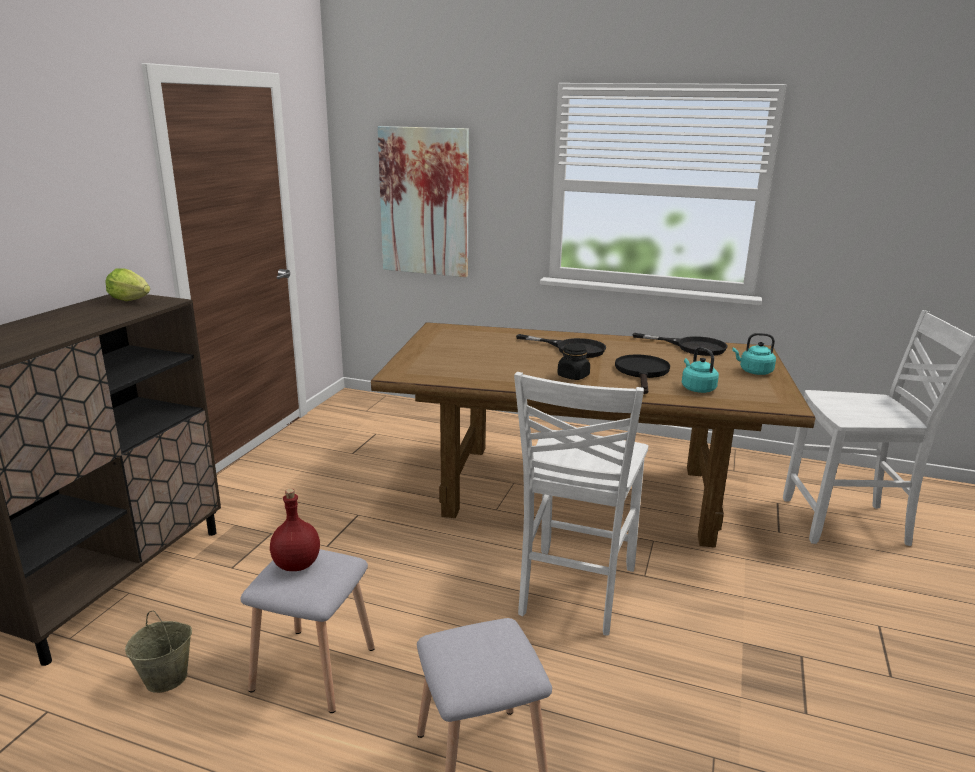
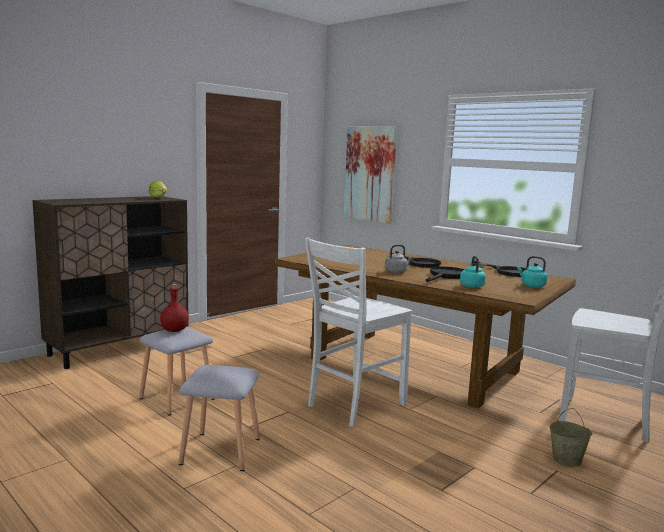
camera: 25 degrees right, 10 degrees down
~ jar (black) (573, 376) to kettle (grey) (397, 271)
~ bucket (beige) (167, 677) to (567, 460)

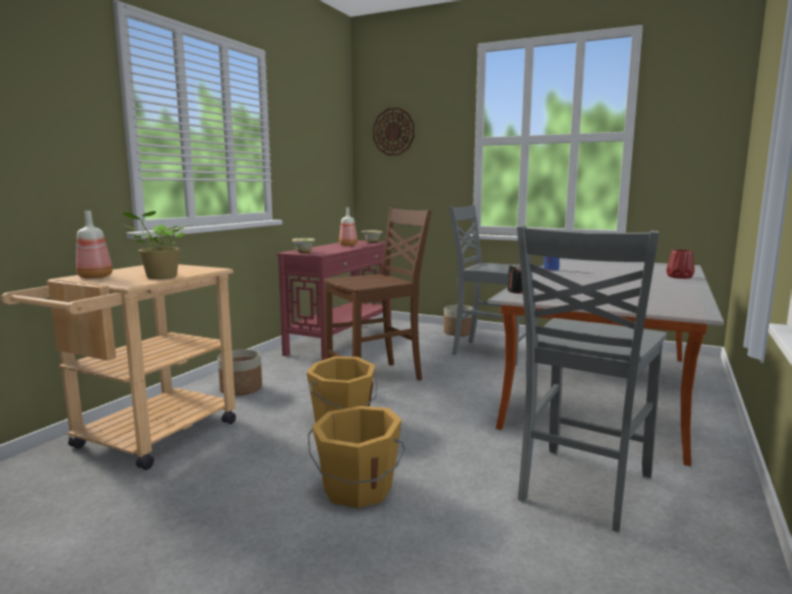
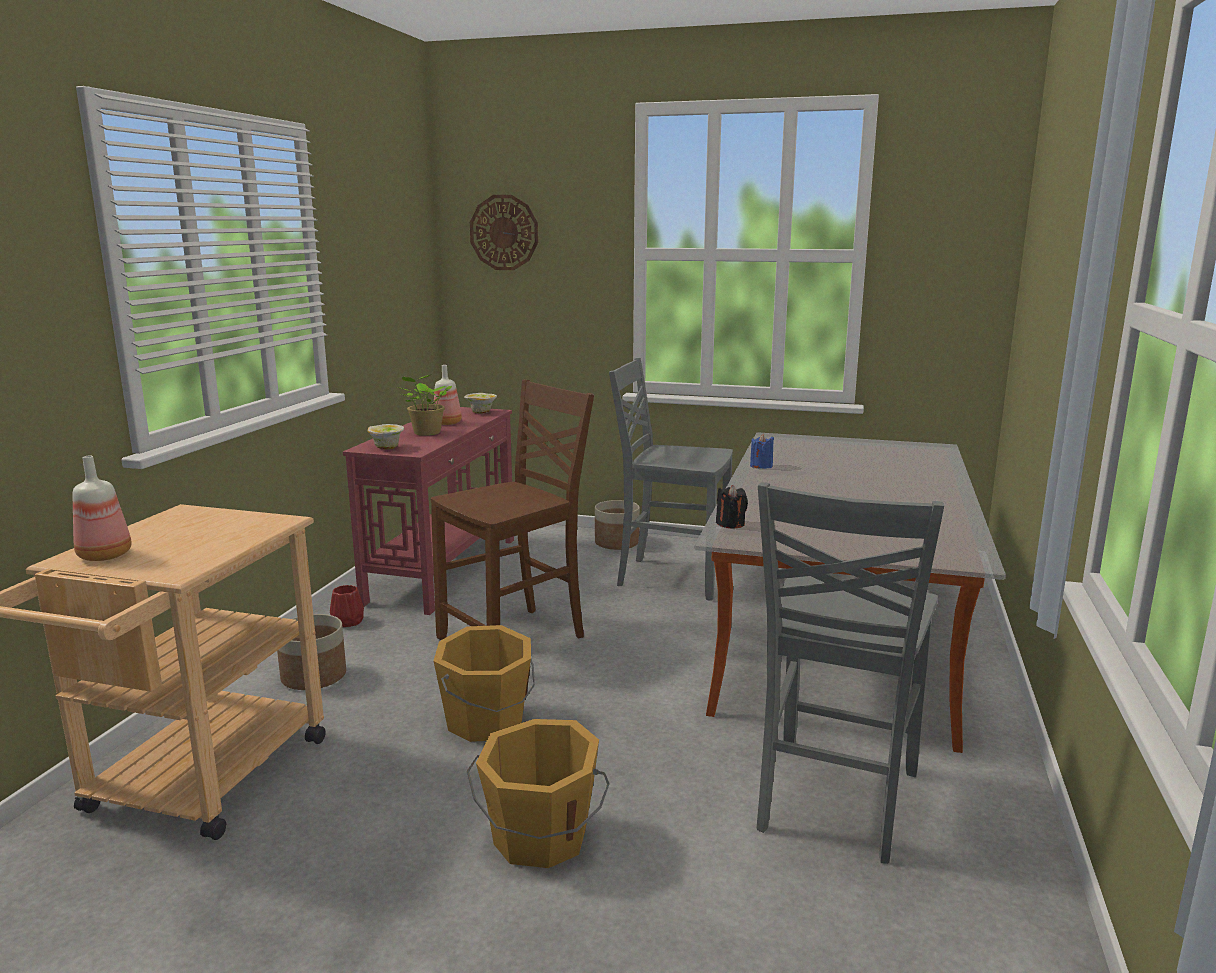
camera: 10 degrees left, 5 degrees up
~ vase (red) (680, 277) to (349, 622)
~ potted plant (159, 277) to (426, 433)

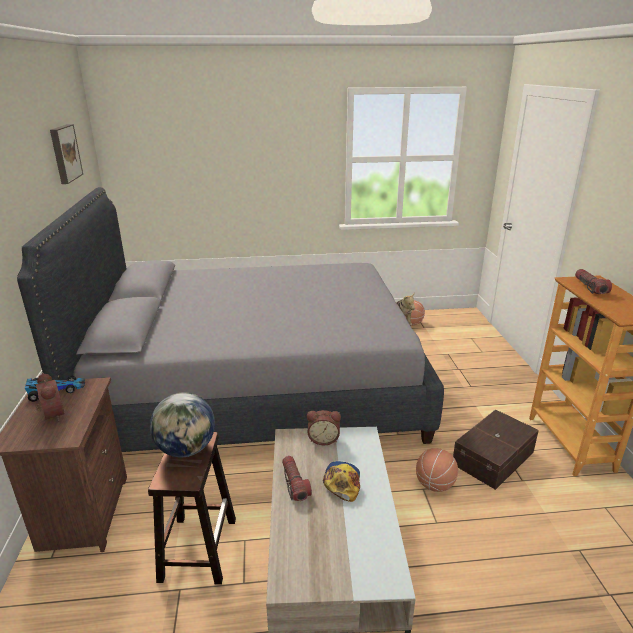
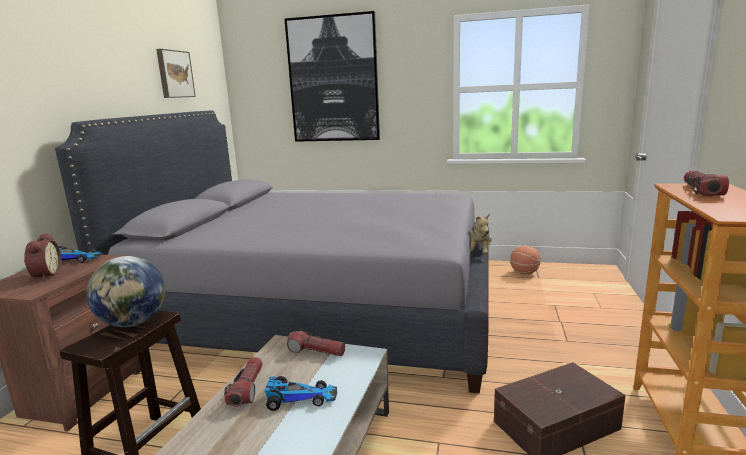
camera: 20 degrees right, 10 degrees down
~ cap (342, 482) to toy car (300, 397)
+ picture (333, 80)
~ alarm clock (323, 439) to flashlight (316, 351)
- basketball (435, 484)

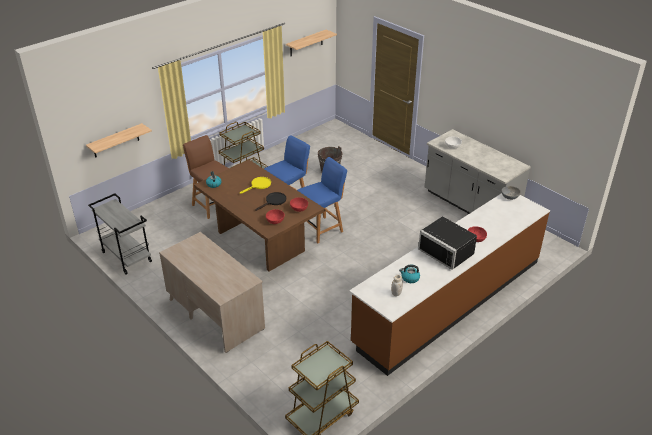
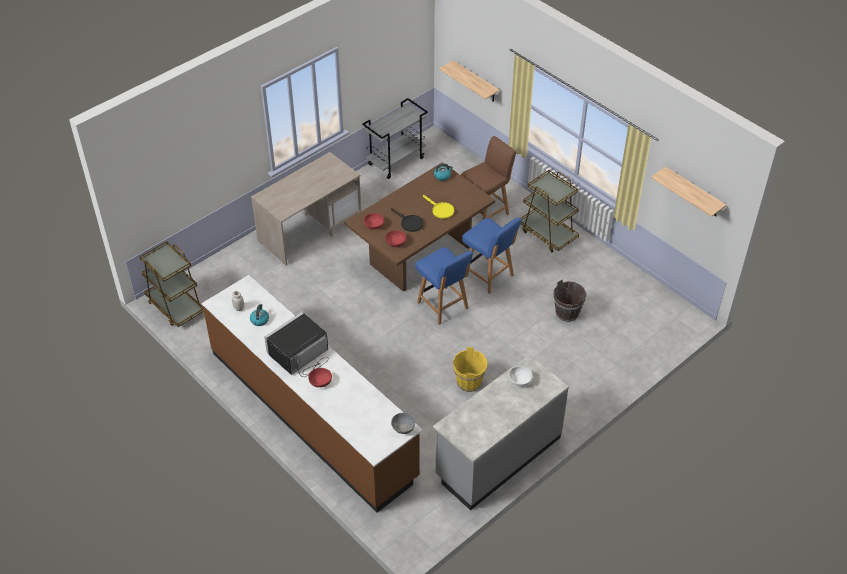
camera: 90 degrees right, 10 degrees up
+ bucket (yellow) (469, 382)

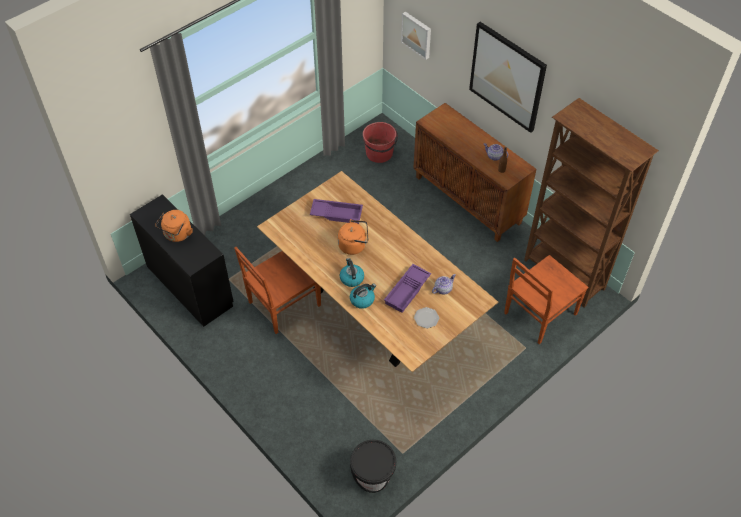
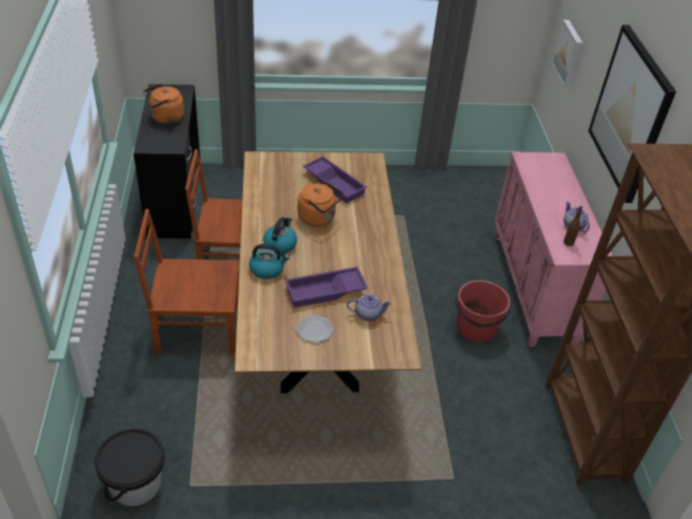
camera: 35 degrees right, 10 degrees down
~ chair (brown) (539, 314) to (196, 329)
~ bucket (red) (379, 153) to (476, 328)
~ cabinet (brown) (468, 200) to cabinet (pink) (535, 288)

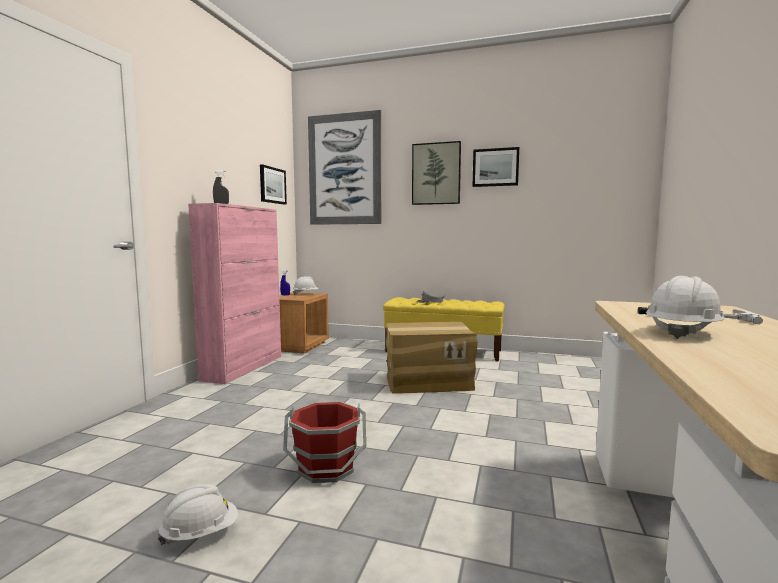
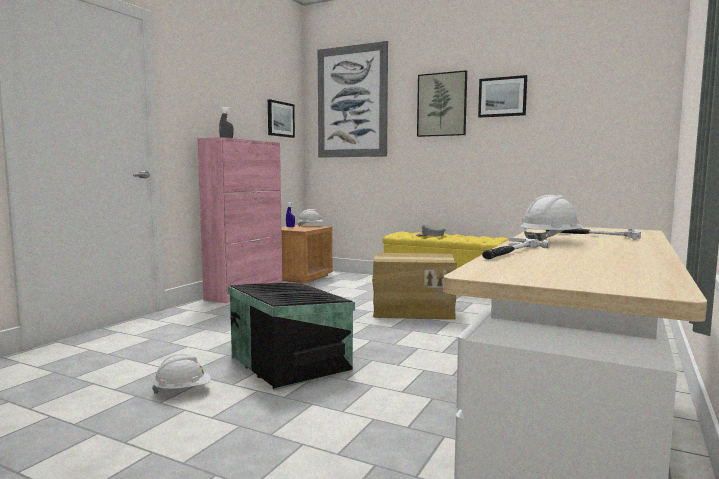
camera: 10 degrees right, 0 degrees up
~ bucket (red) (326, 468) to storage box (black) (291, 362)
+ hammer (511, 252)

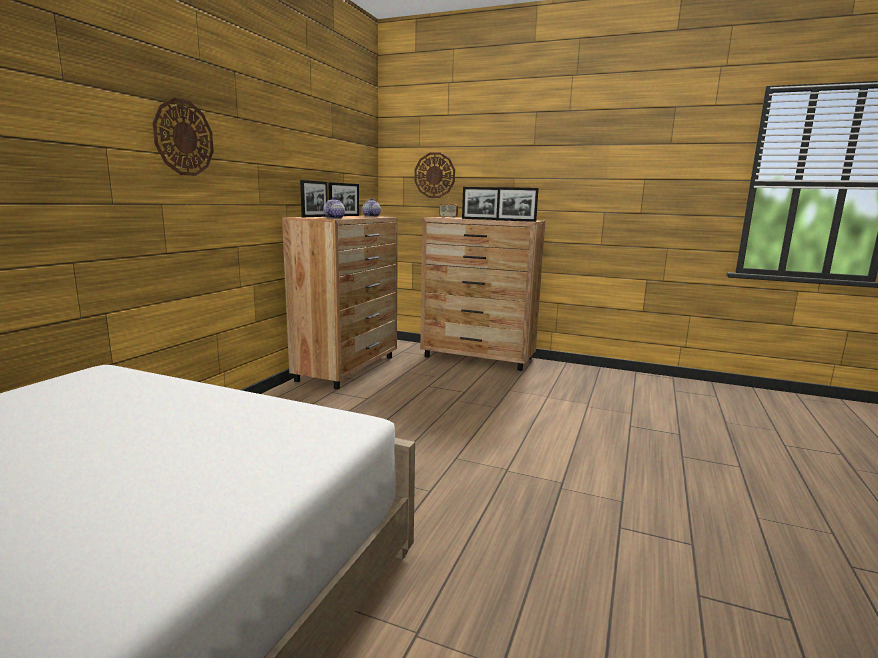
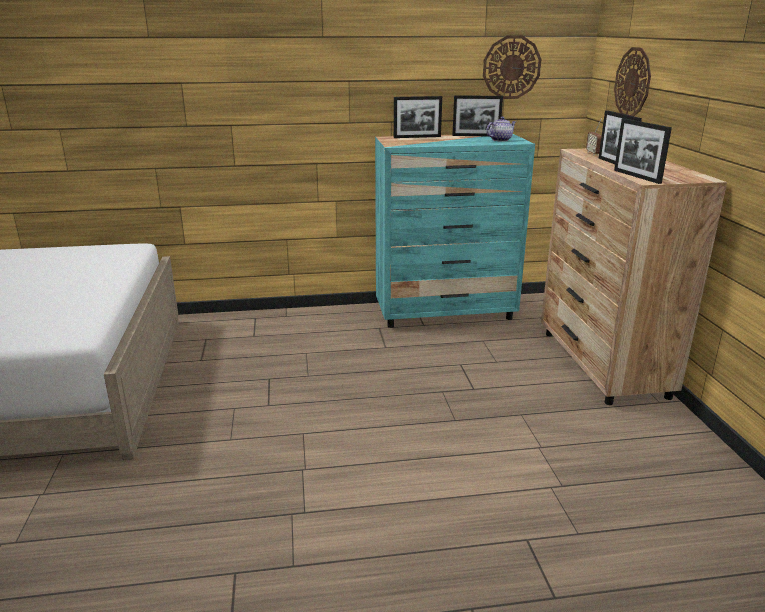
camera: 60 degrees right, 10 degrees up
~ dresser (brown) (348, 368) to dresser (turquoise) (446, 312)
~ wall clock (183, 138) to (511, 67)
- teapot (334, 218)

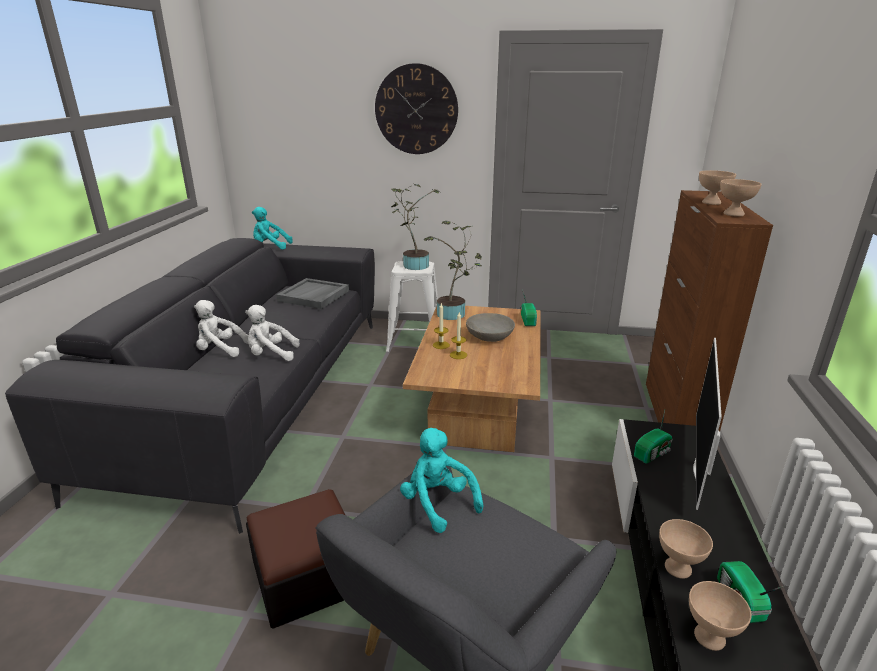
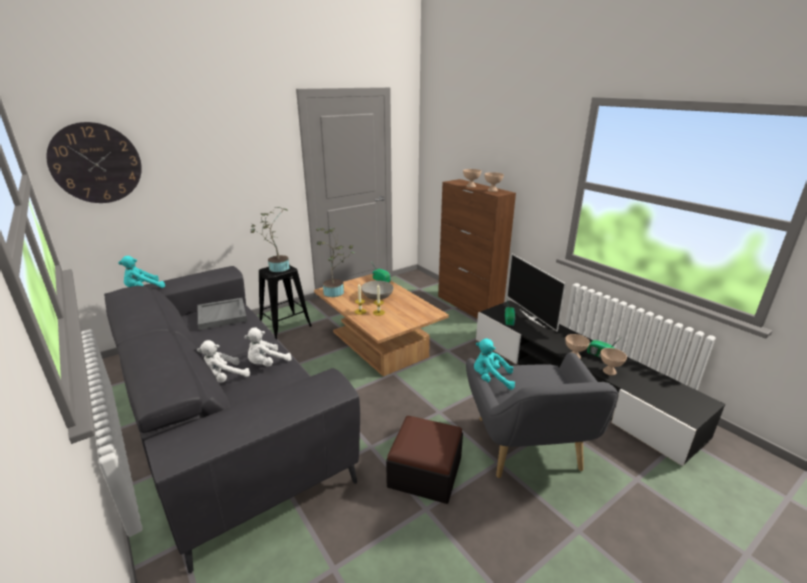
camera: 45 degrees left, 0 degrees up
~ wall clock (416, 110) to (96, 163)
~ stool (white) (414, 342) to stool (black) (285, 326)

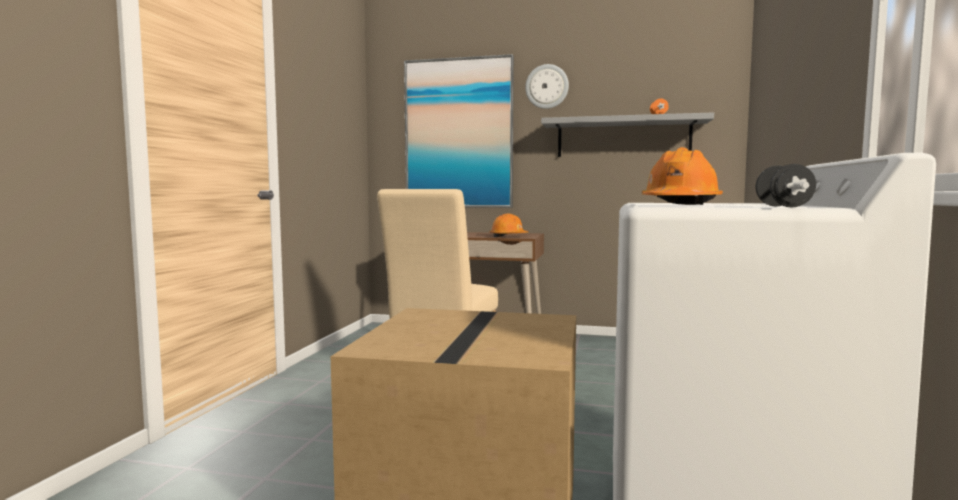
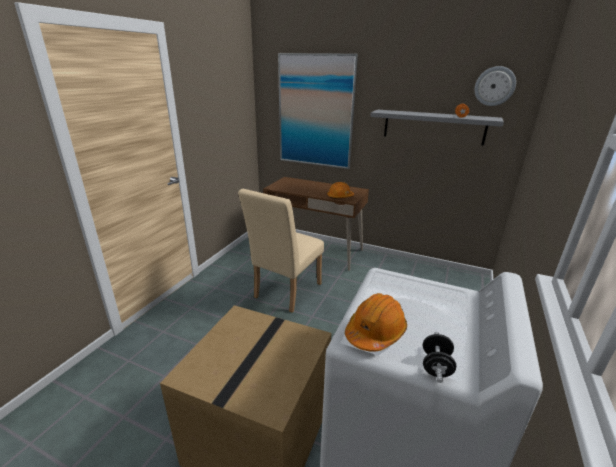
camera: 10 degrees right, 20 degrees up
~ wall clock (547, 86) to (494, 86)

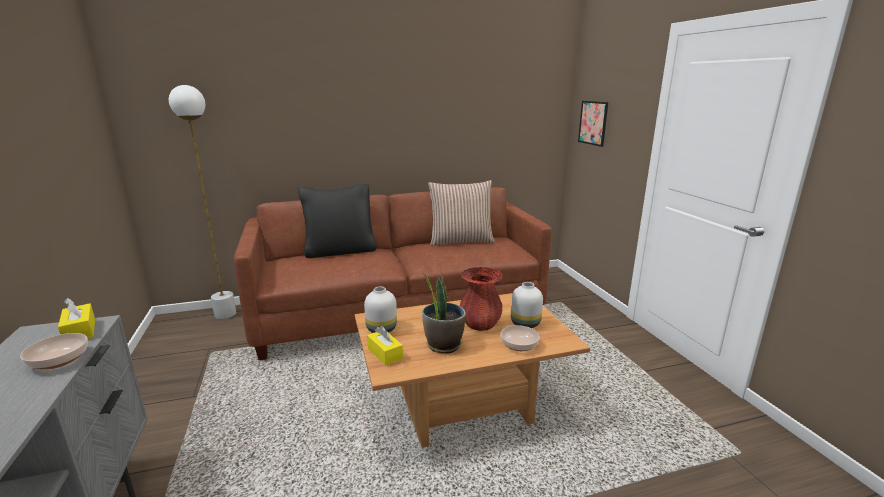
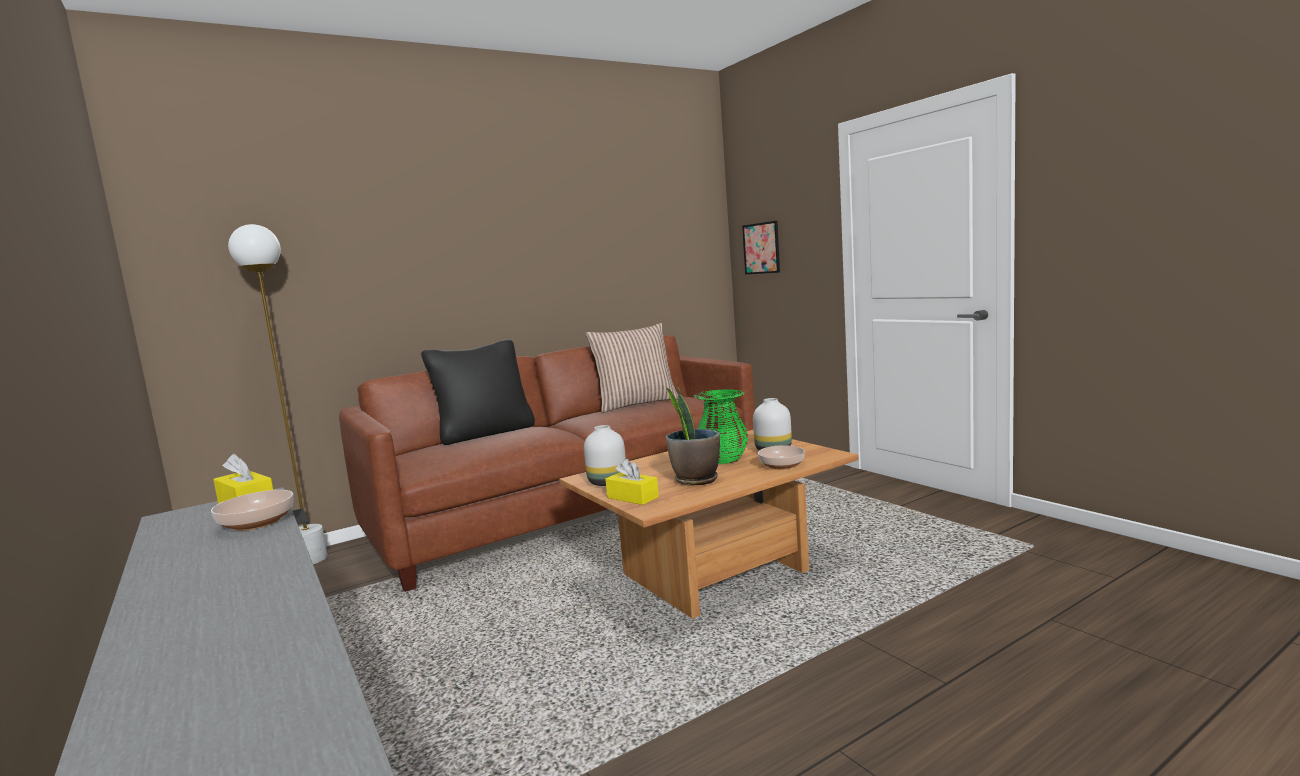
camera: 15 degrees left, 10 degrees down
~ vase (red) (480, 324) to vase (green) (723, 460)

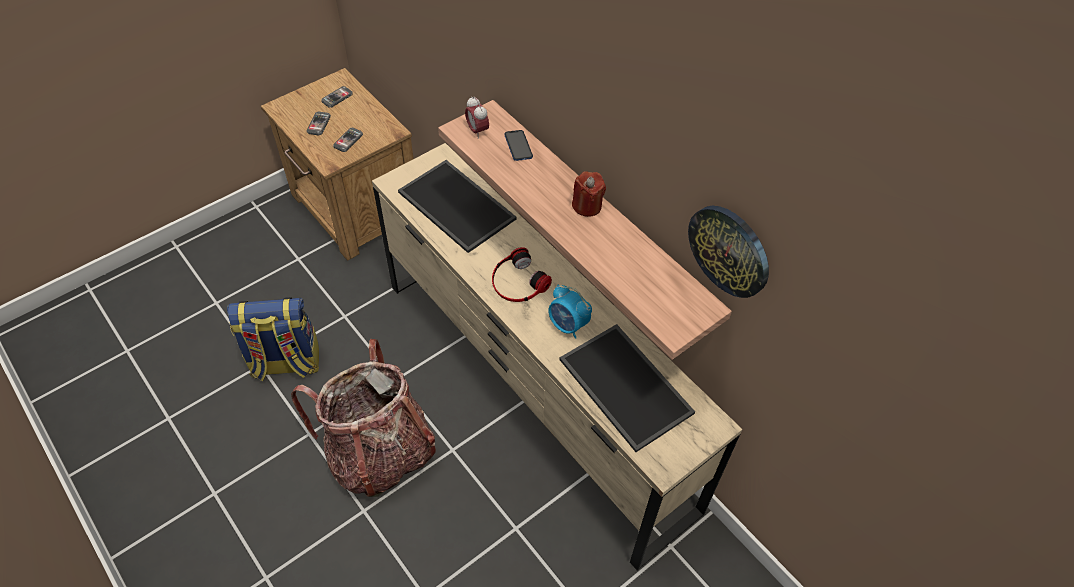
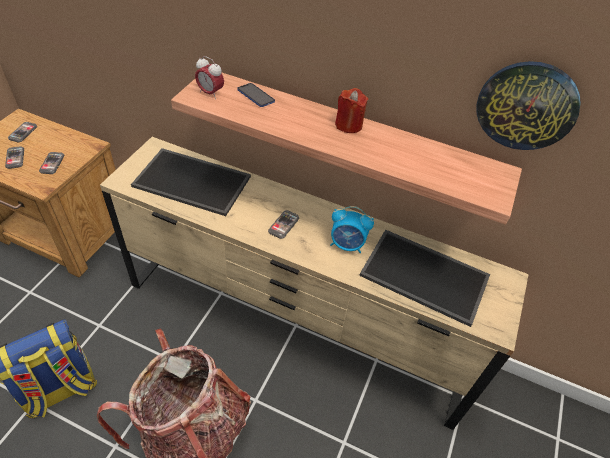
camera: 30 degrees left, 5 degrees down
~ headphones (518, 282) to phone (283, 225)

